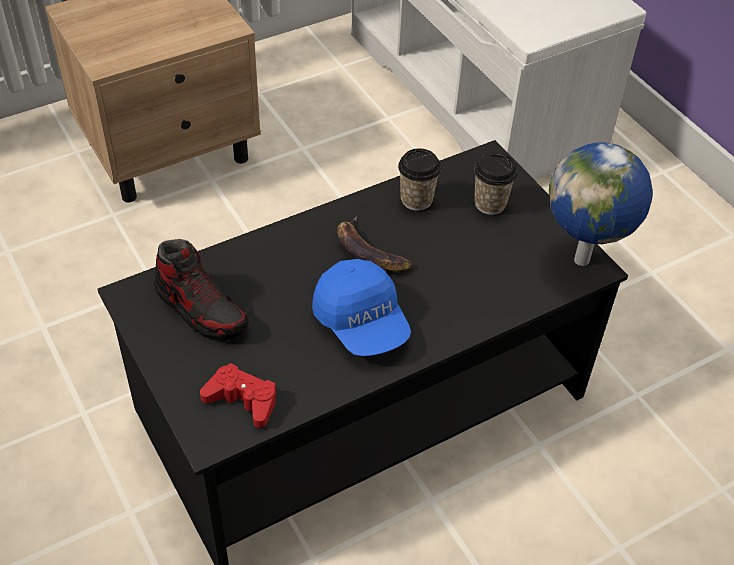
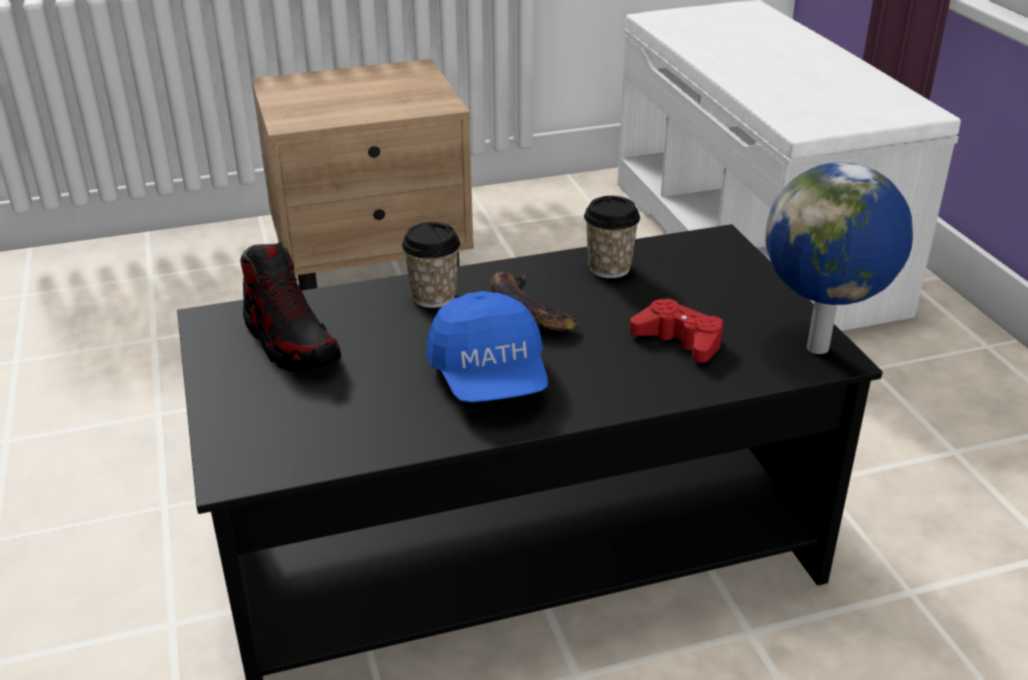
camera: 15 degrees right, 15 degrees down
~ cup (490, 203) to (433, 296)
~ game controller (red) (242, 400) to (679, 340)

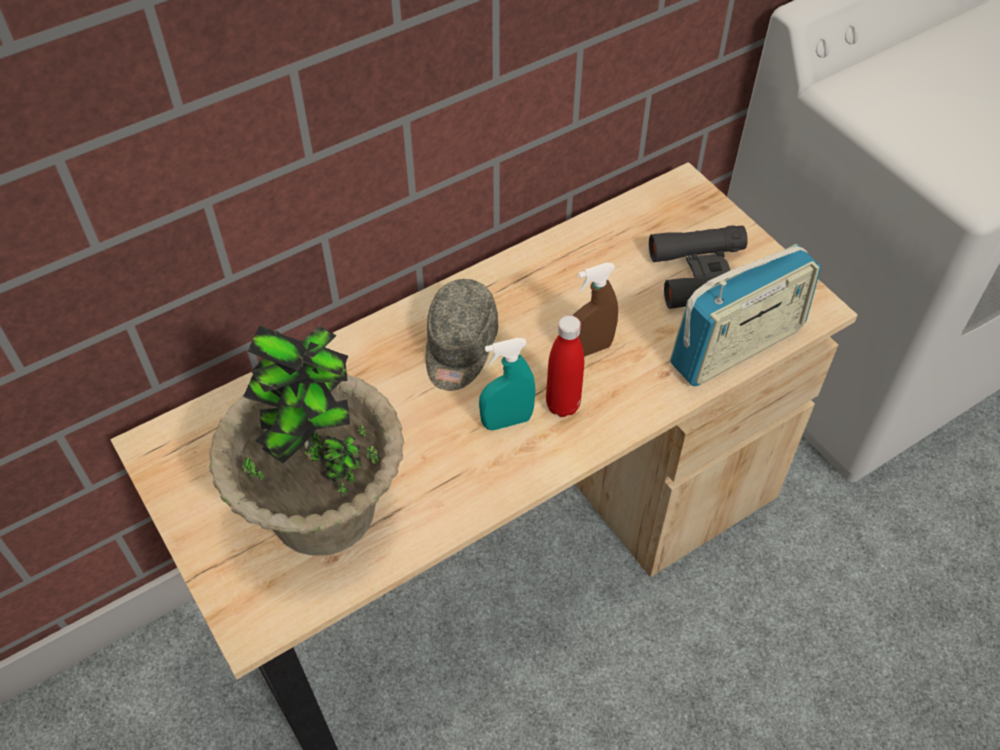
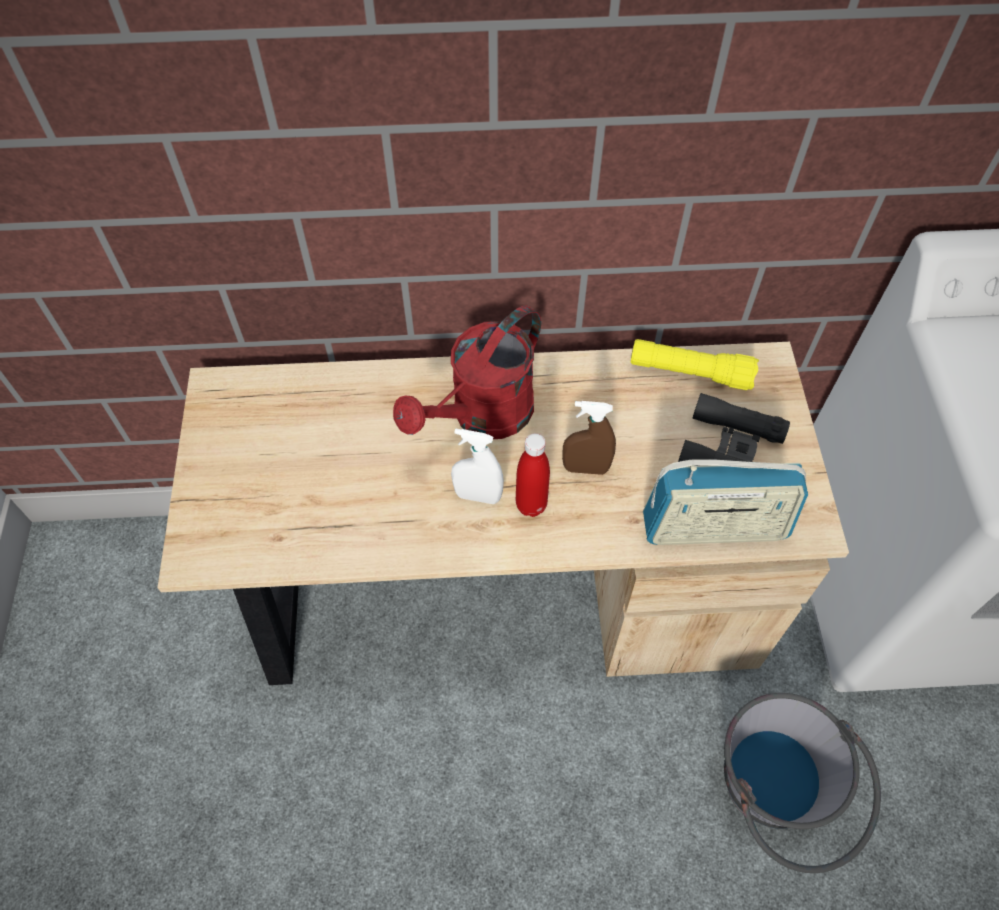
camera: 30 degrees right, 5 degrees up
~ cap (grey) (459, 348) to watering can (red) (482, 417)
~ spray bottle (turquoise) (507, 421) to spray bottle (white) (478, 496)
+ flashlight (yellow) (690, 373)
+ bucket (grey) (777, 799)
- potted plant (323, 510)

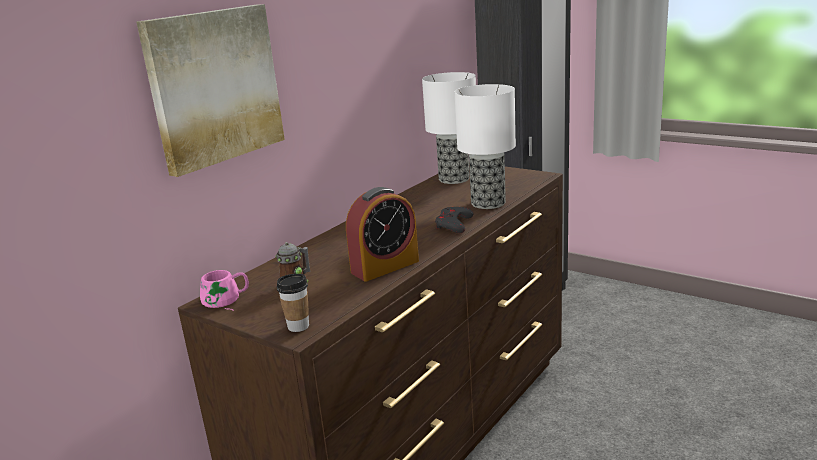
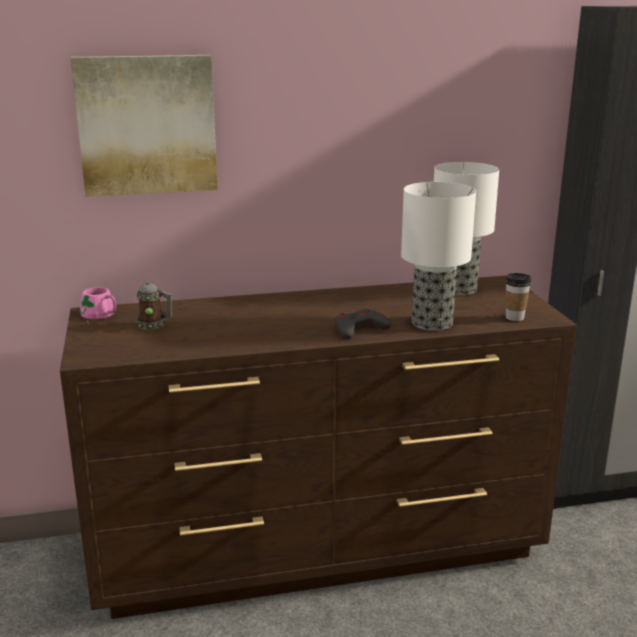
camera: 40 degrees right, 0 degrees up
~ cup (298, 326) to (514, 317)
- alarm clock (385, 267)

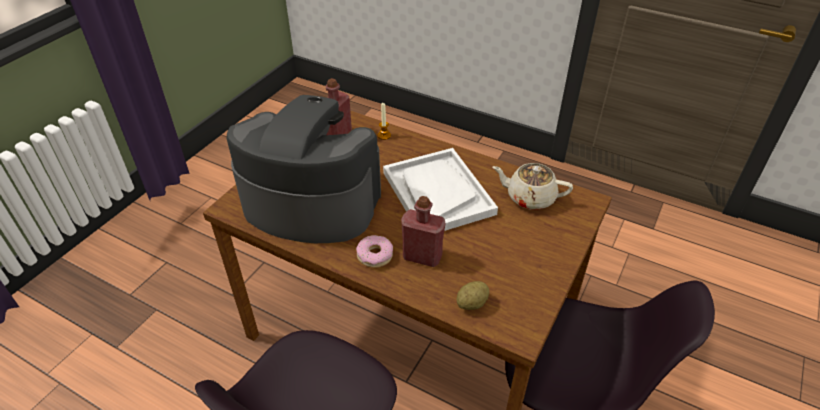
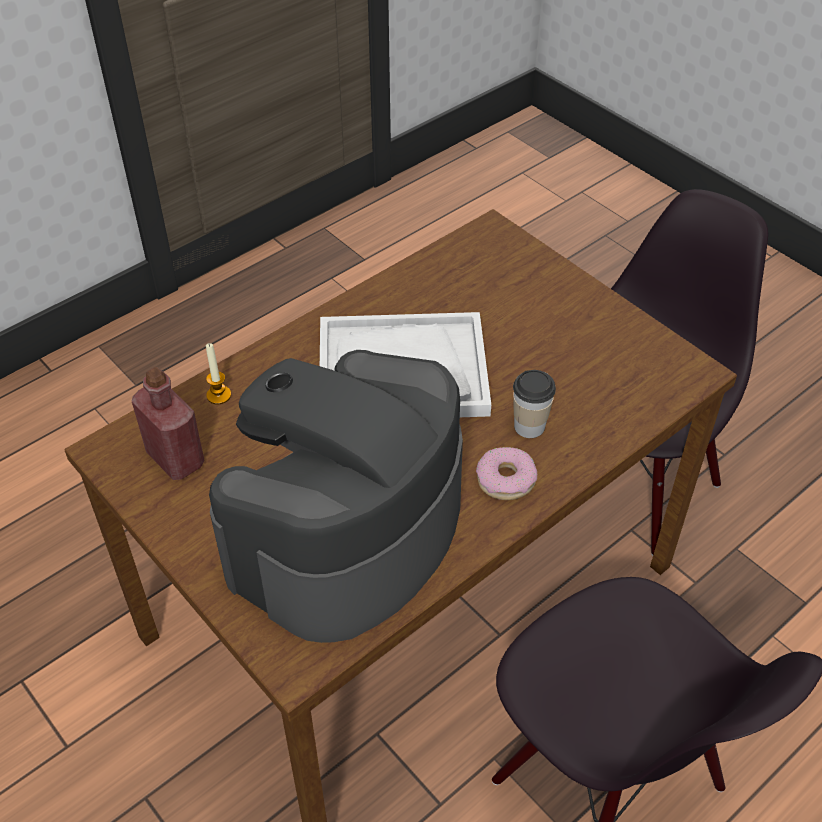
camera: 70 degrees left, 5 degrees up
~ bottle (red) (422, 256) to cup (529, 426)
- potato (472, 303)
- teapot (beige) (529, 197)

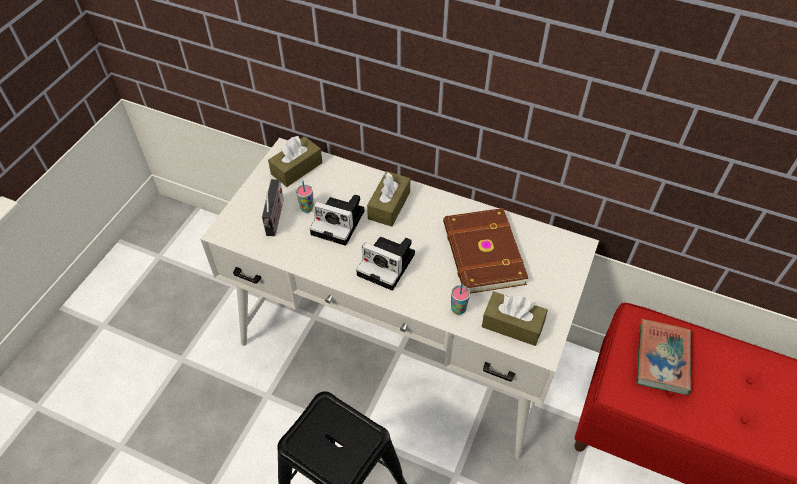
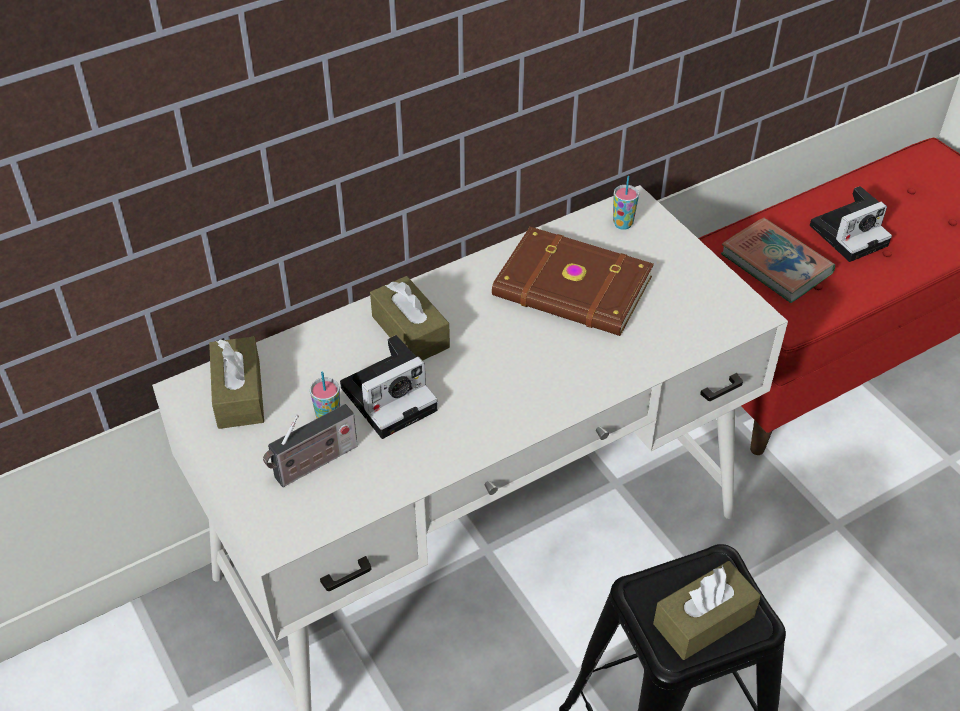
camera: 55 degrees left, 5 degrees down
~ radio (275, 219) = (313, 465) 105 degrees clockwise
~ cup (458, 309) to (622, 224)
~ tissue box (brown) (512, 324) to (703, 620)
~ photo camera (388, 265) to (850, 234)

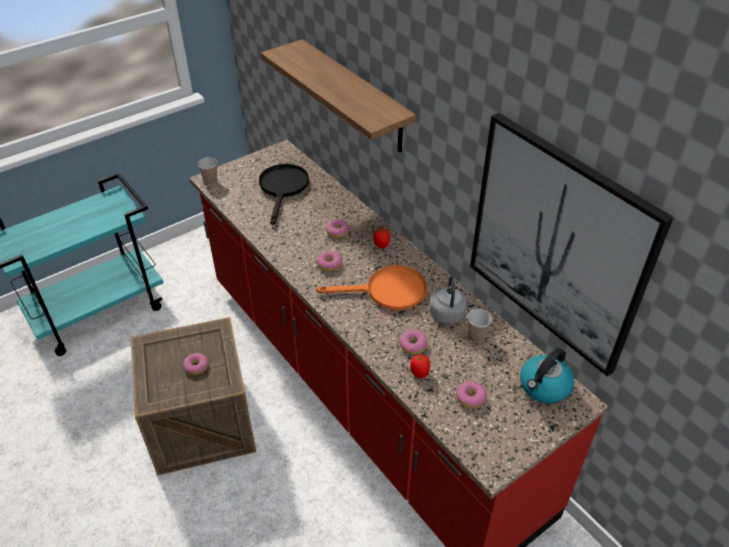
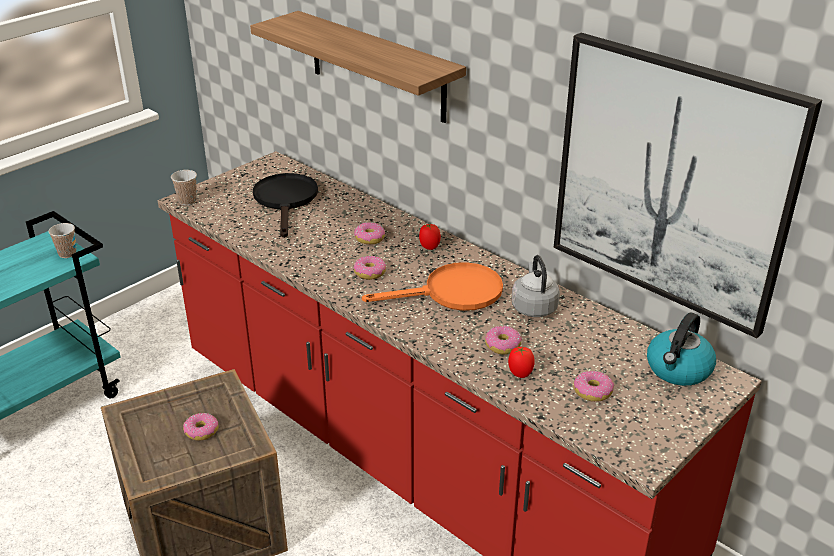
camera: 10 degrees left, 10 degrees down
~ cup (476, 336) to (67, 254)

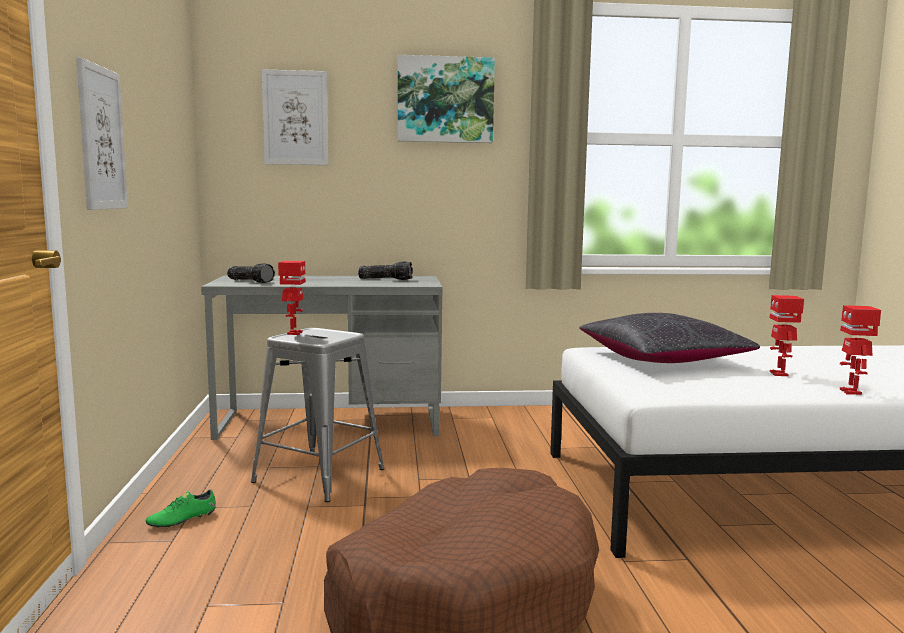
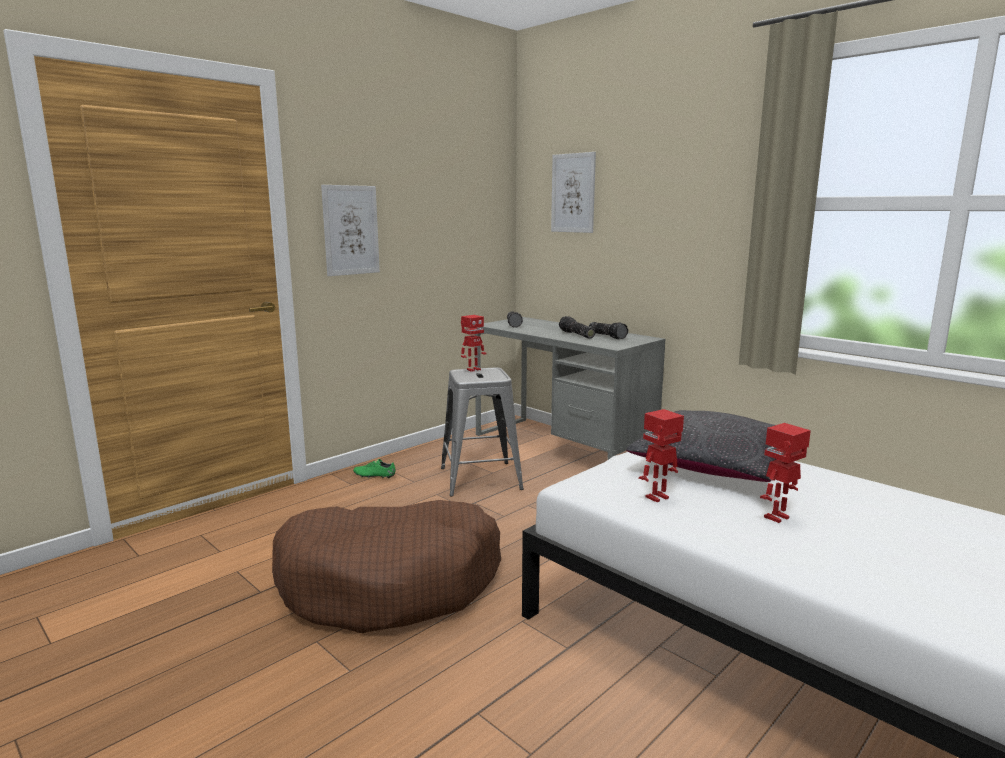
camera: 50 degrees right, 5 degrees up
+ flashlight (576, 335)
~ toy robot (852, 392) to (658, 498)
- picture (445, 100)

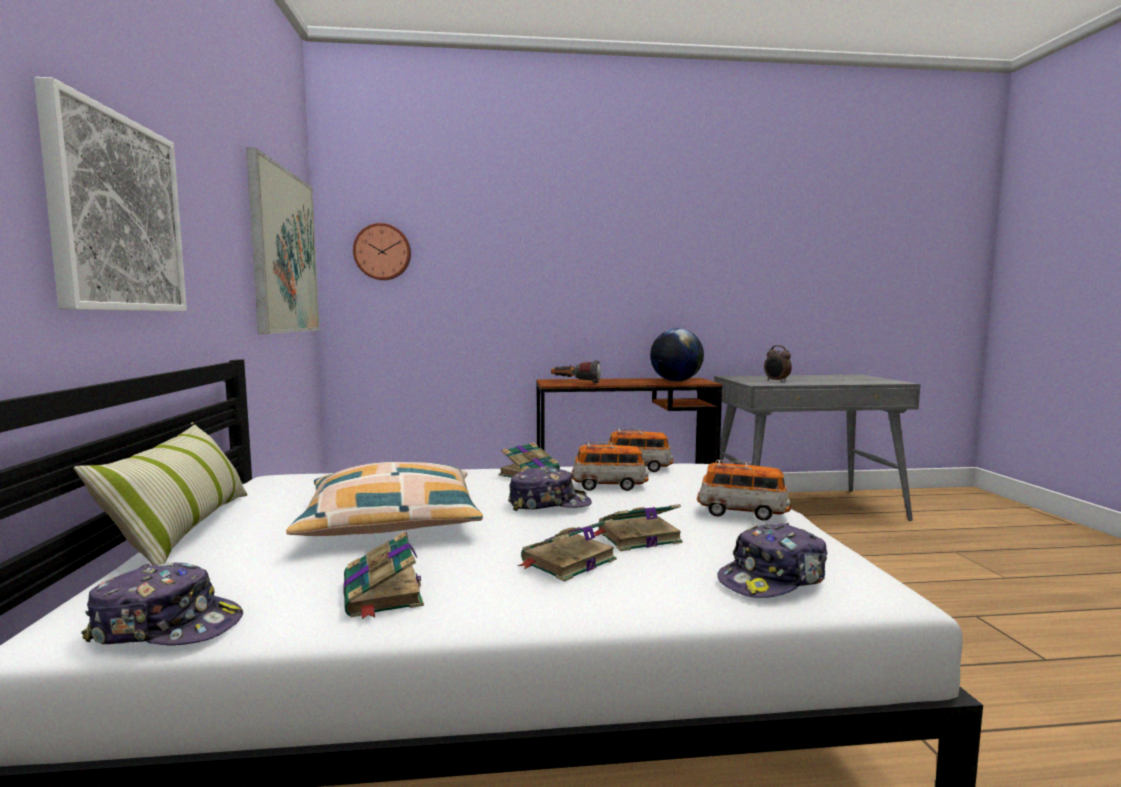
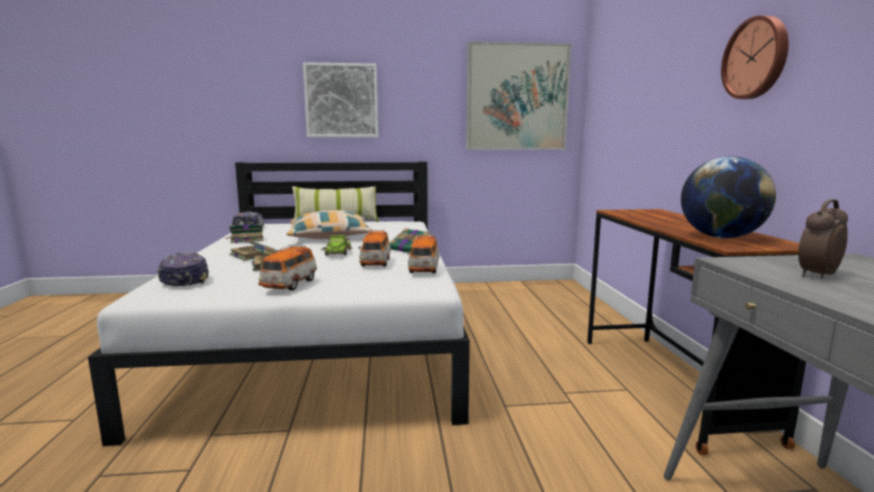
camera: 90 degrees right, 5 degrees up
~ cap (549, 504) to toy car (337, 252)
~ wall clock (382, 252) to (756, 58)
- flashlight (575, 383)

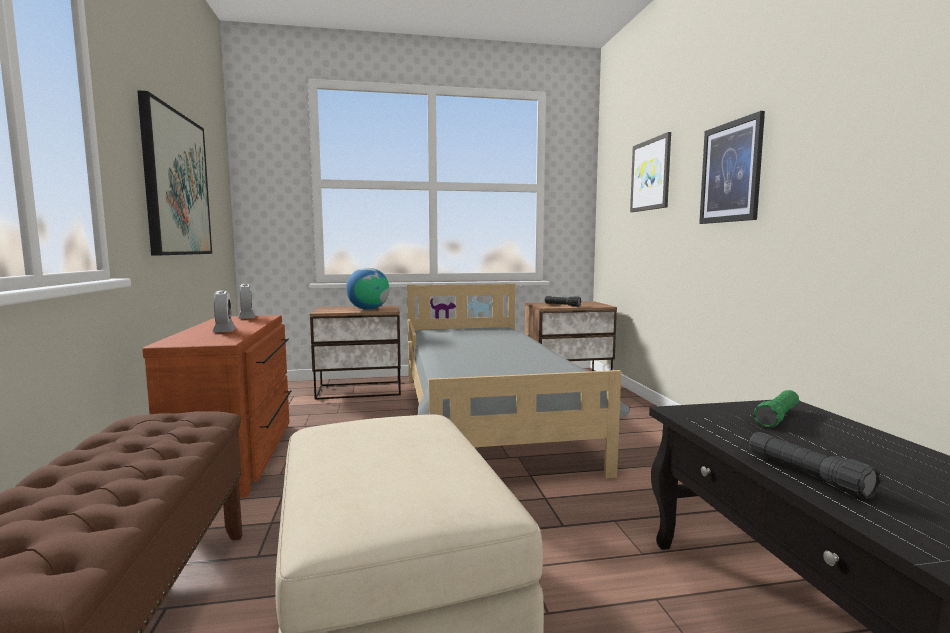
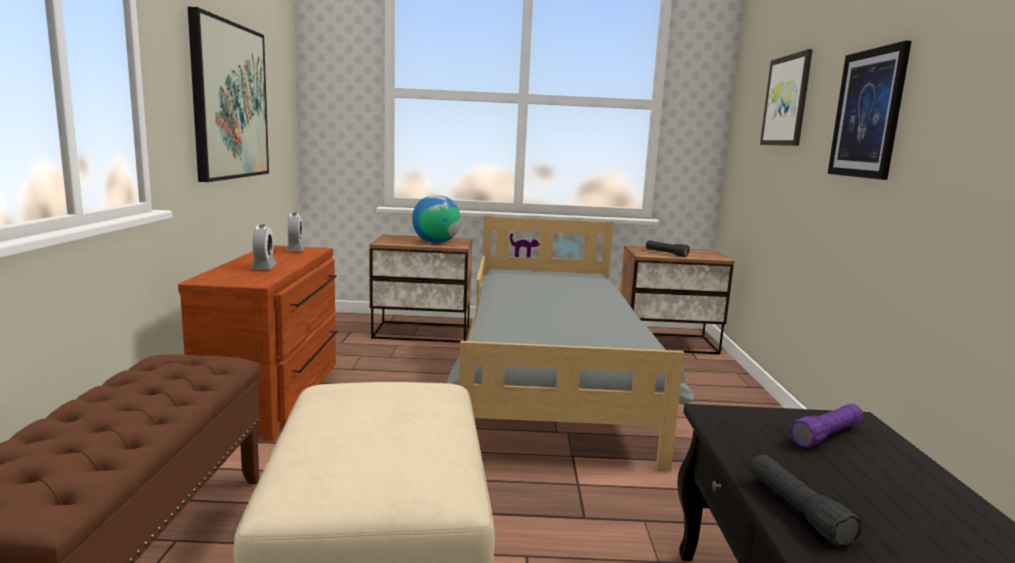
camera: 10 degrees right, 5 degrees up
~ flashlight (green) (777, 417) to flashlight (purple) (826, 435)

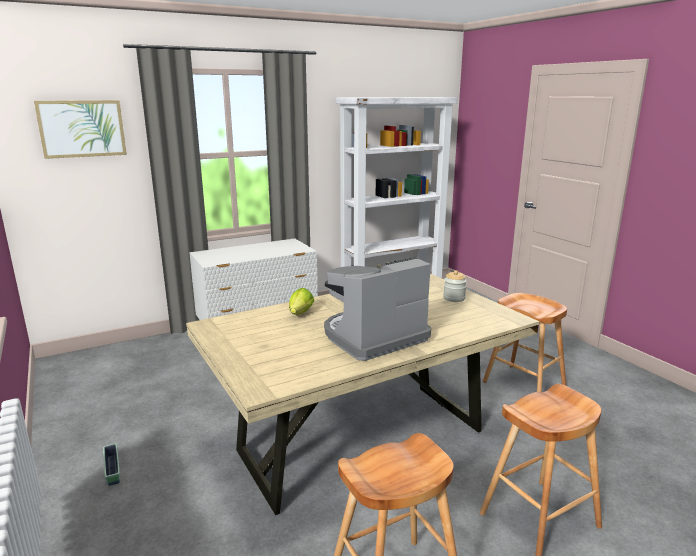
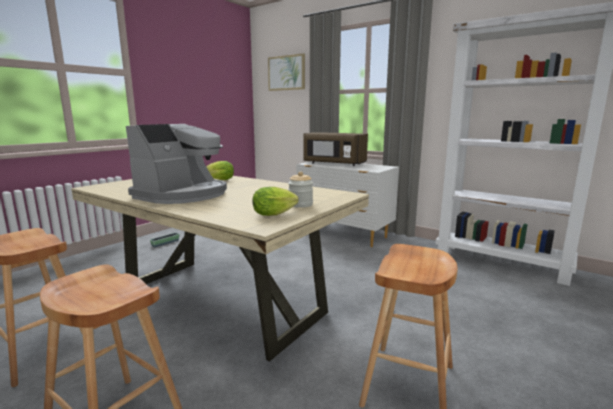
camera: 65 degrees right, 5 degrees down
~ coffee machine (373, 337) = (183, 195) 90 degrees clockwise
+ lettuce (276, 214)
+ microwave (brown) (333, 163)

